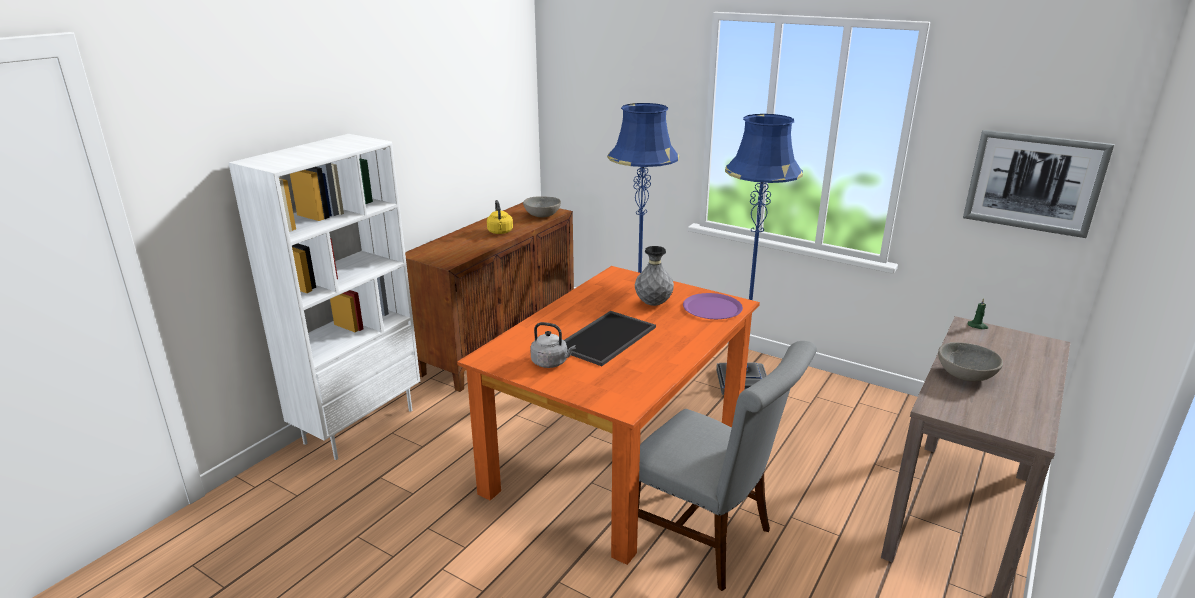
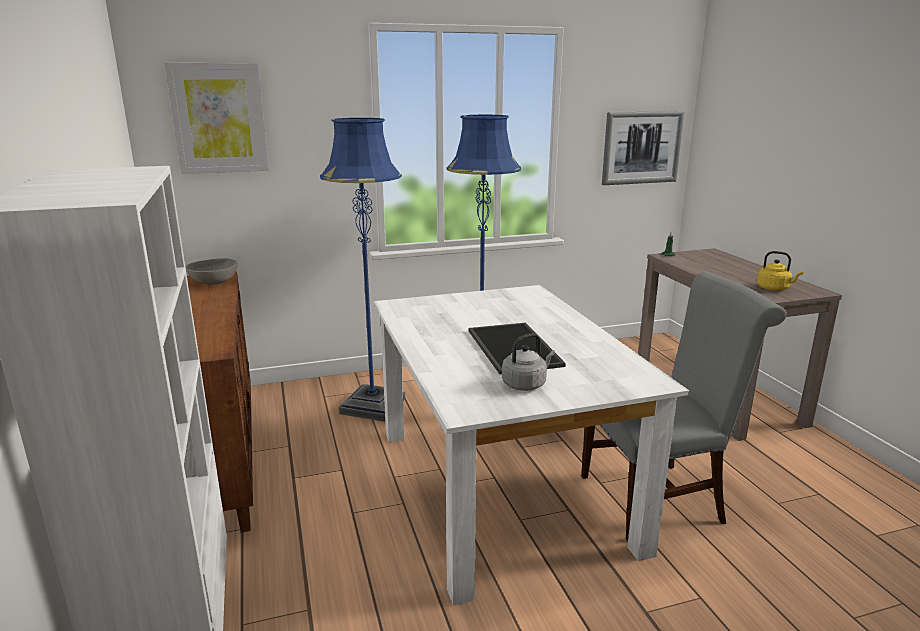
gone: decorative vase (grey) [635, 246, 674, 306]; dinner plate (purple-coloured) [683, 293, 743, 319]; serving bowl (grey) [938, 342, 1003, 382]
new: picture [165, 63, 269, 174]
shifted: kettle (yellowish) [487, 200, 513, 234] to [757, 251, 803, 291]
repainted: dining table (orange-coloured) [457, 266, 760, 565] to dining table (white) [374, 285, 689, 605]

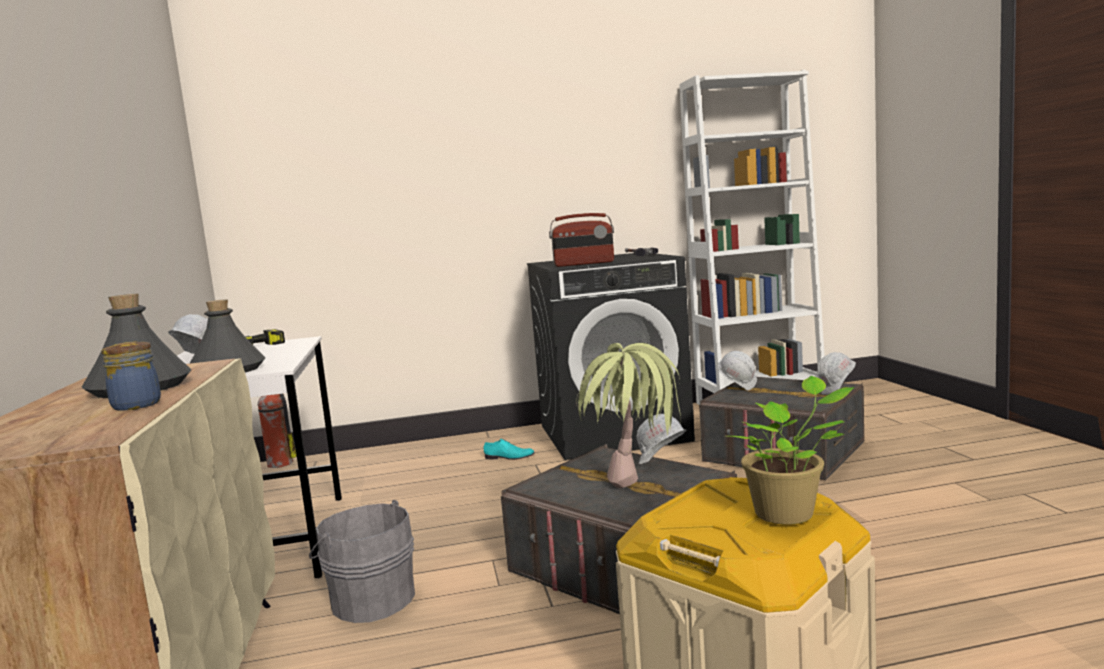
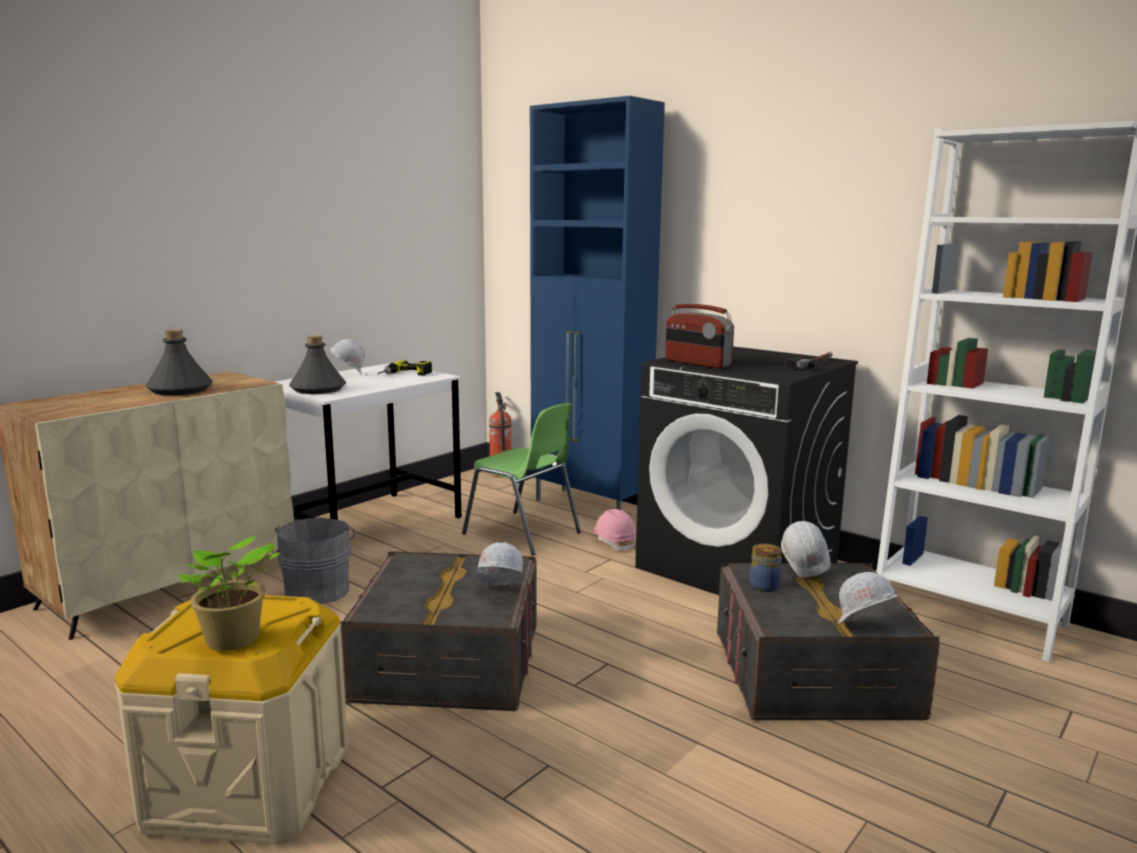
gone: potted plant [576, 343, 681, 488]
new: plain chair (green-coloured) [462, 403, 581, 555]; cabinet (blue) [530, 96, 665, 510]
shifted: preserve jar [102, 342, 161, 411] to [749, 543, 782, 592]
swapped: low shoe (turquoise) [484, 439, 535, 460] to safety helmet (pink) [591, 509, 636, 552]

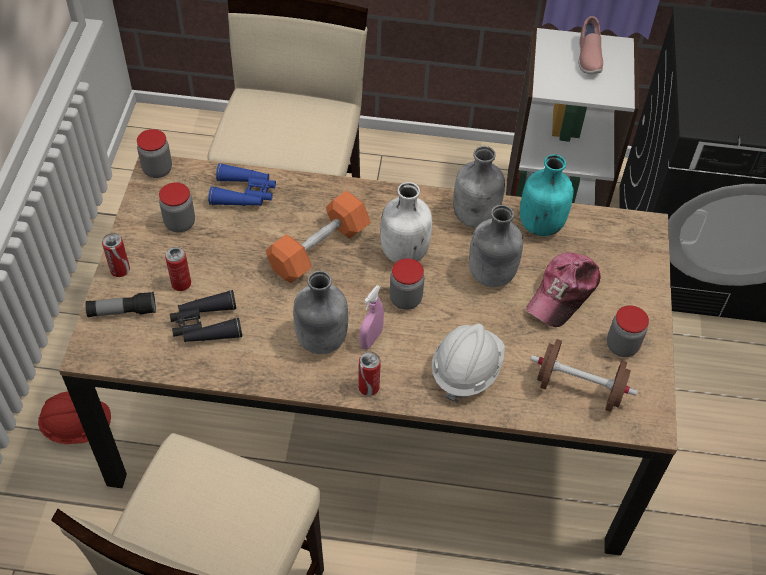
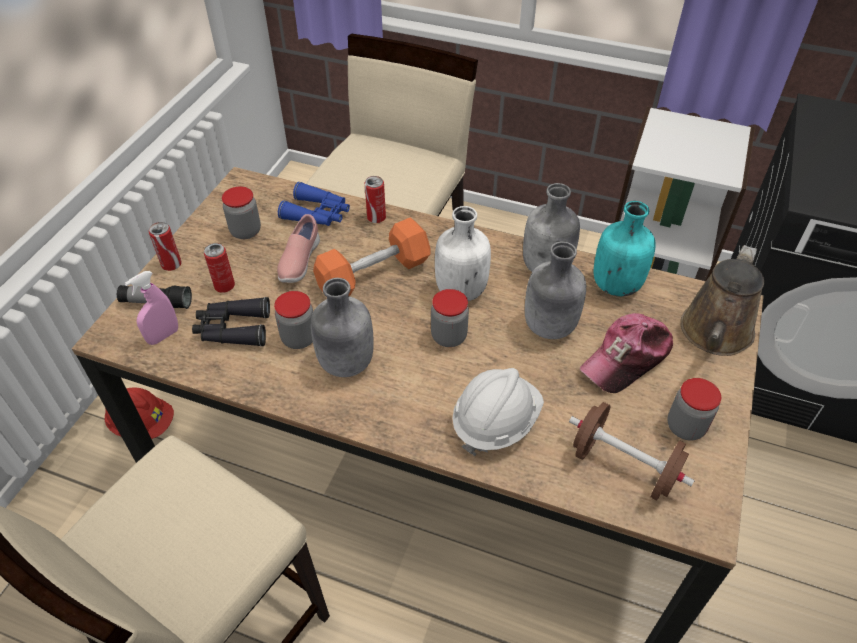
new: watering can (brown-coloured) [680, 245, 764, 356]
shifted: preserve jar [137, 129, 172, 178] to [274, 291, 313, 349]; sealed can [358, 351, 381, 396] to [365, 176, 386, 223]; sprayer (pink) [359, 285, 384, 350] to [125, 271, 178, 345]; low shoe (pink) [578, 16, 603, 74] to [277, 214, 320, 283]

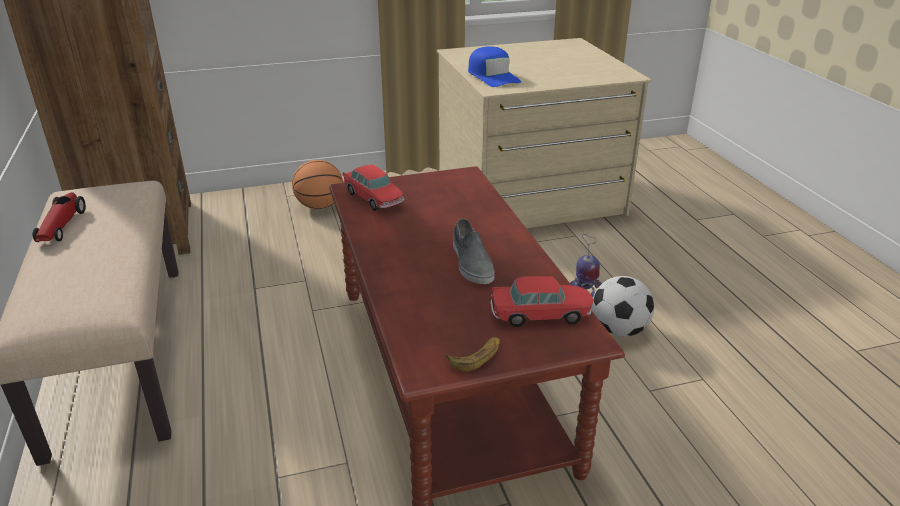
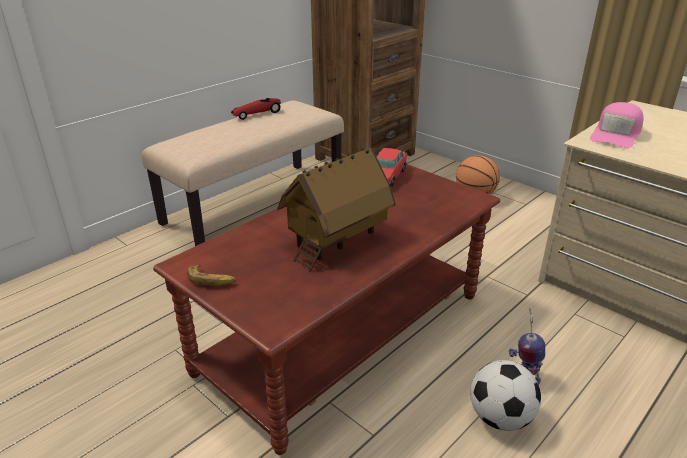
gone: miniature car [491, 276, 593, 327]
swapped: low shoe (grey) [453, 219, 494, 284] to toy house [278, 147, 396, 272]
repainted: cap (blue) [468, 46, 521, 87] to cap (pink) [590, 102, 644, 148]

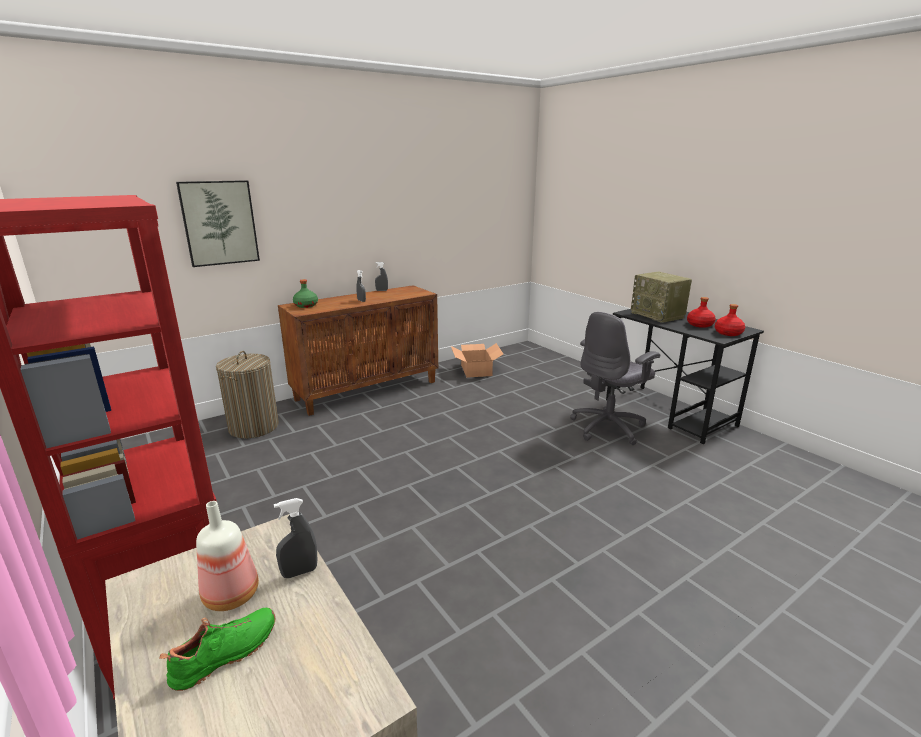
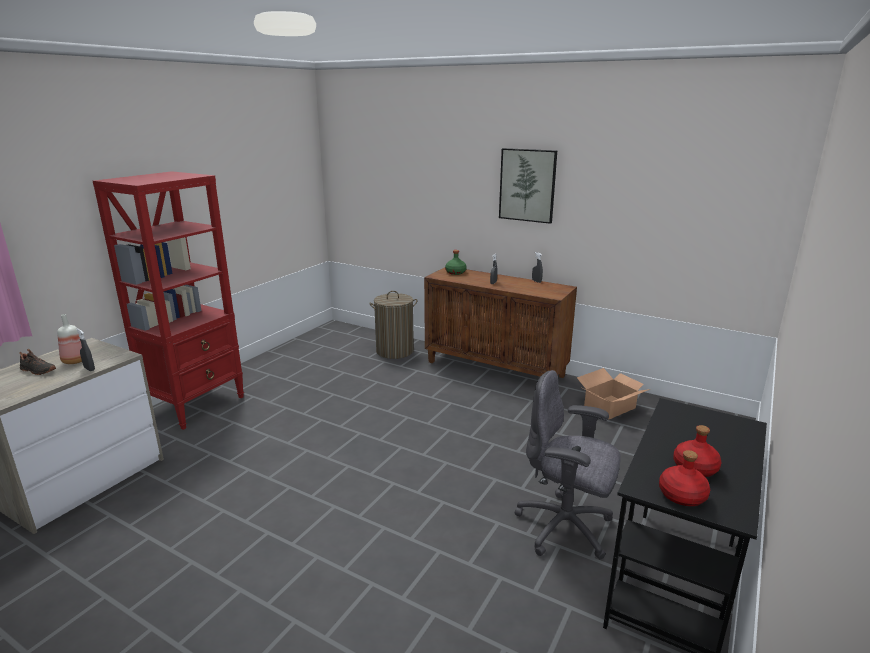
gone: radio set [631, 272, 692, 323]
shifted: picture [176, 180, 260, 267] to [499, 148, 557, 224]
repainted: low shoe (green-coloured) [159, 608, 275, 691] to low shoe (black-coloured) [20, 349, 56, 375]

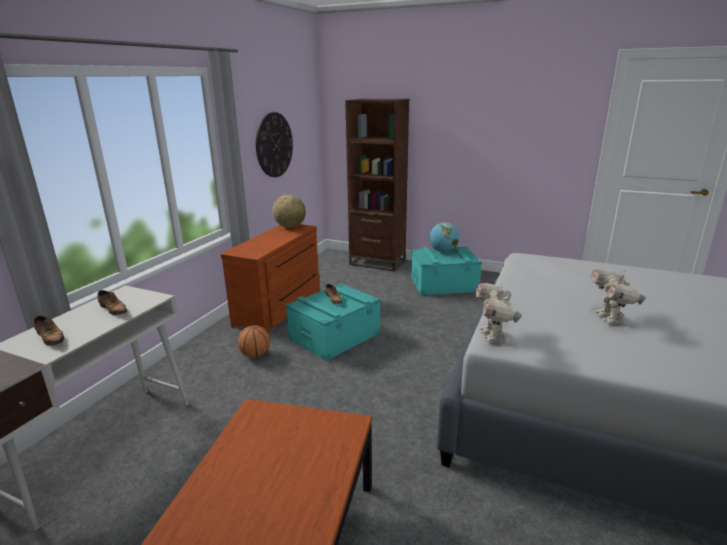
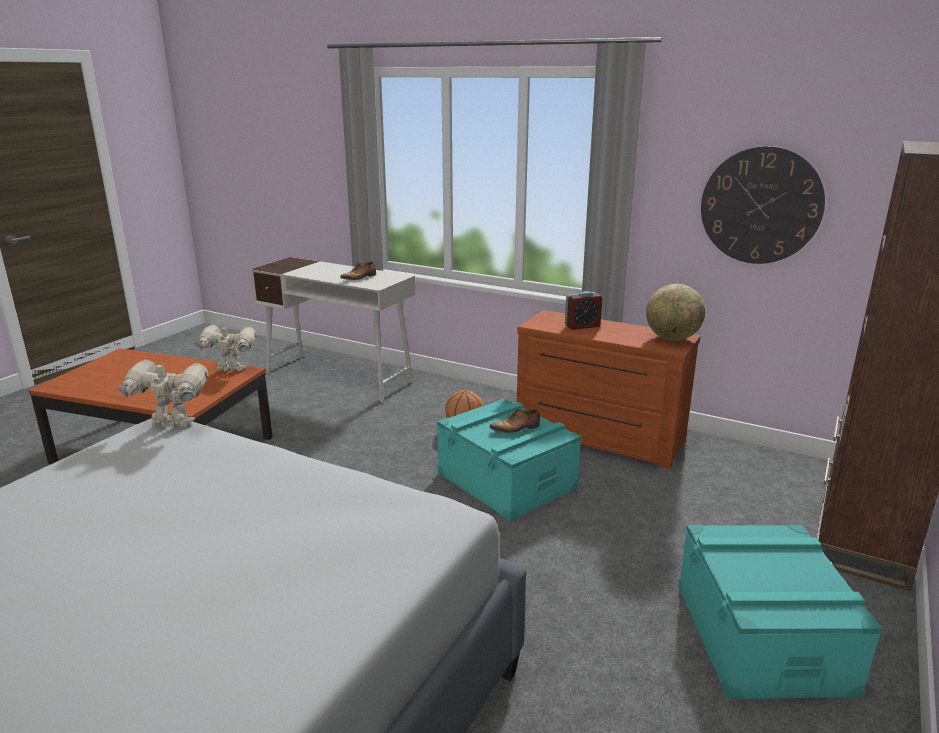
gone: low shoe [33, 316, 64, 345]; world globe [429, 222, 459, 253]
new: table clock [565, 291, 602, 330]
shifted: robot figure [591, 268, 646, 324] to [195, 323, 256, 372]

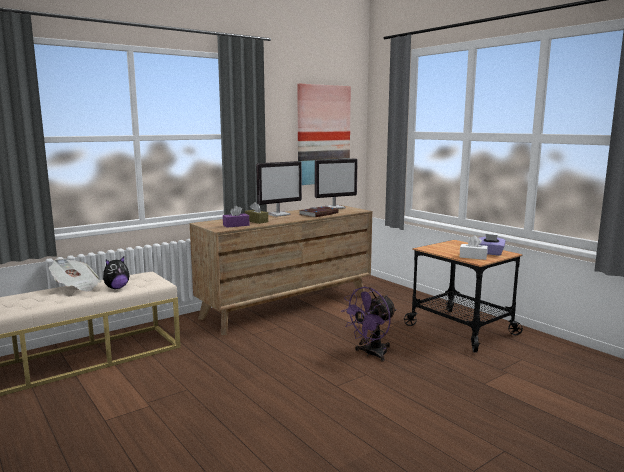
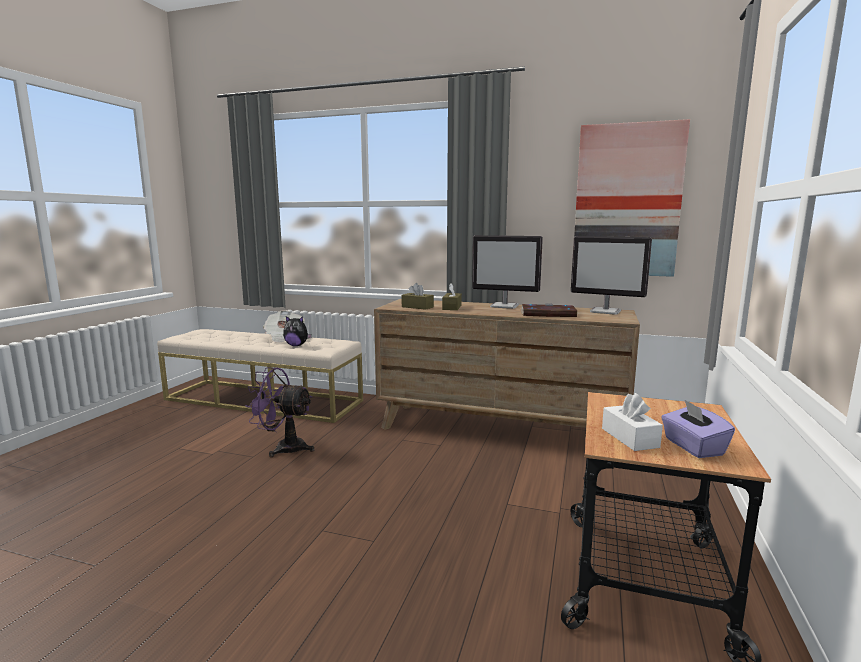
shifted: fan (purple-coloured) [341, 287, 397, 362] to [245, 367, 314, 457]
repainted: tissue holder (purple-coloured) [223, 206, 249, 228] to tissue holder (brown-coloured) [402, 283, 434, 310]

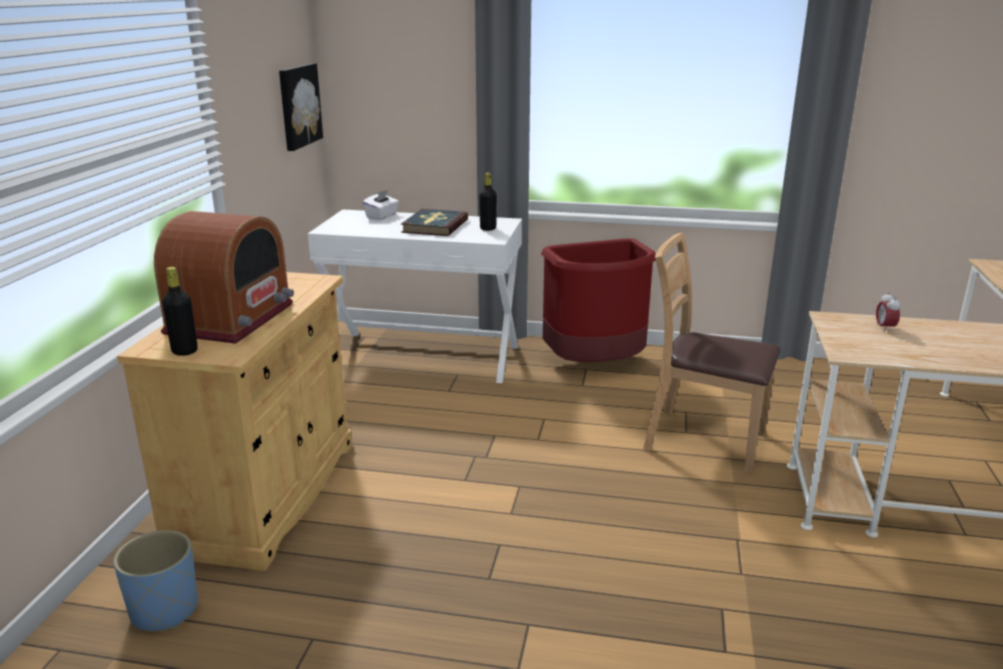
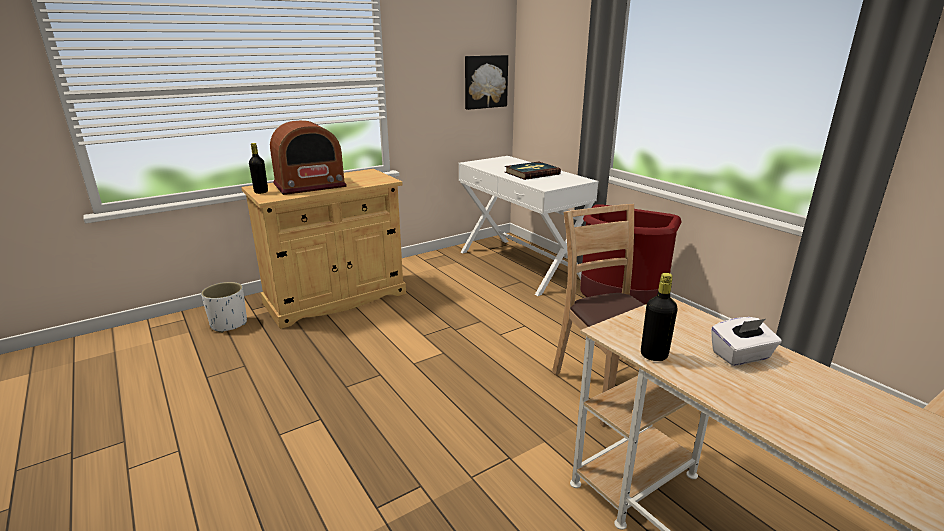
gone: table clock [876, 292, 900, 332]
shifted: tissue holder (white) [363, 190, 399, 220] to [711, 317, 781, 366]; drink bottle (black-coloured) [479, 173, 497, 231] to [641, 273, 678, 361]
repainted: planter (blue) [113, 530, 198, 631] to planter (white) [201, 282, 247, 333]

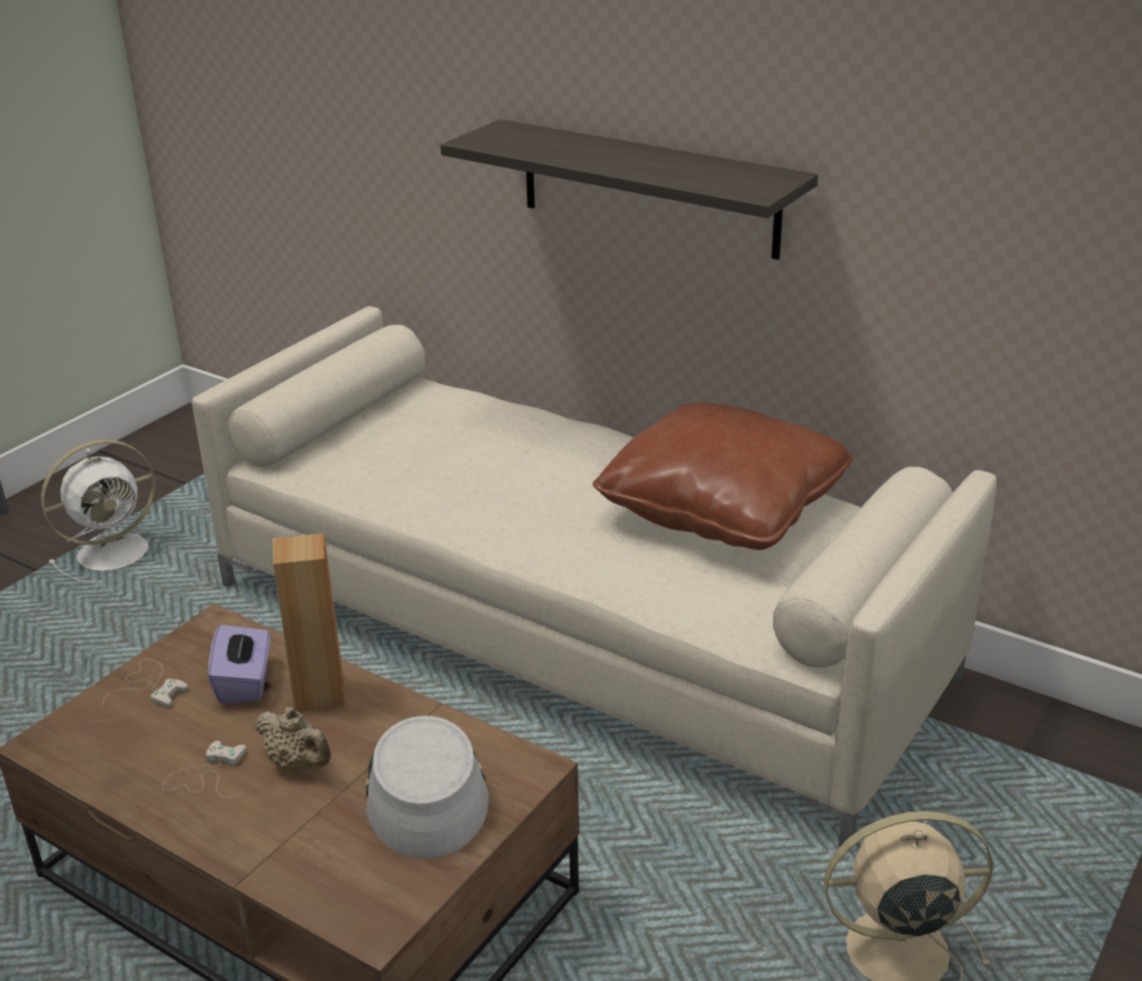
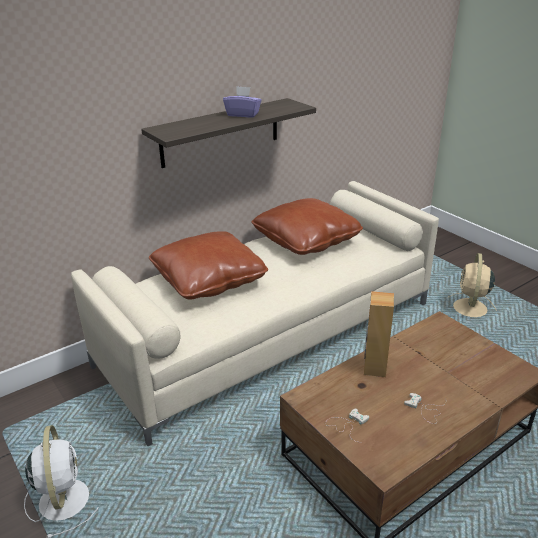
gone: pot for tea (beige-coloured) [255, 707, 331, 771]; wearable hat (grey) [366, 716, 489, 859]
new: pillow (brown-coloured) [149, 231, 268, 300]
shifted: tissue holder (purple-coloured) [208, 621, 270, 704] to [223, 86, 262, 118]

